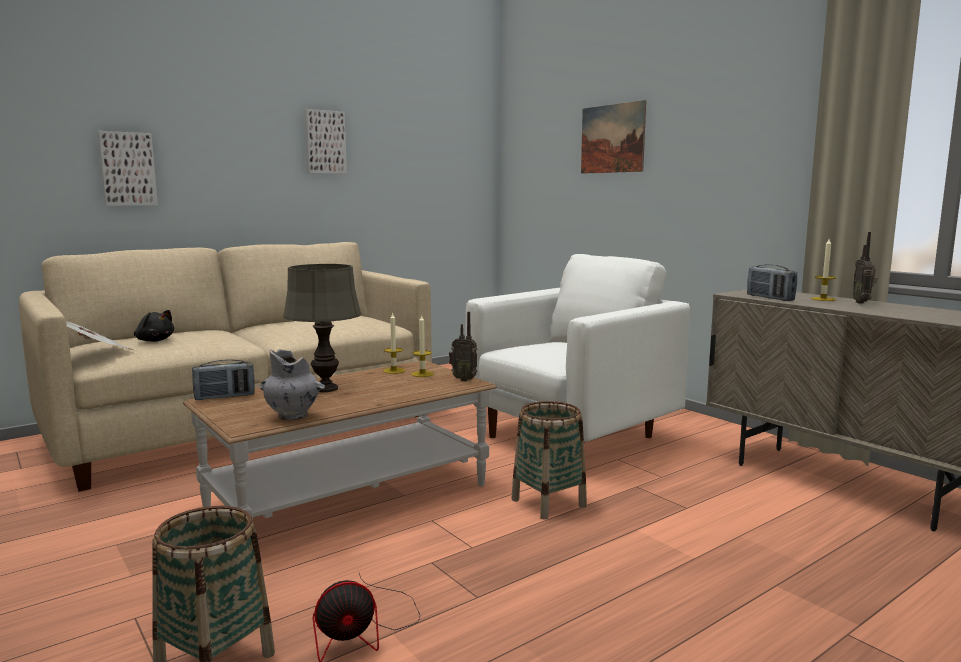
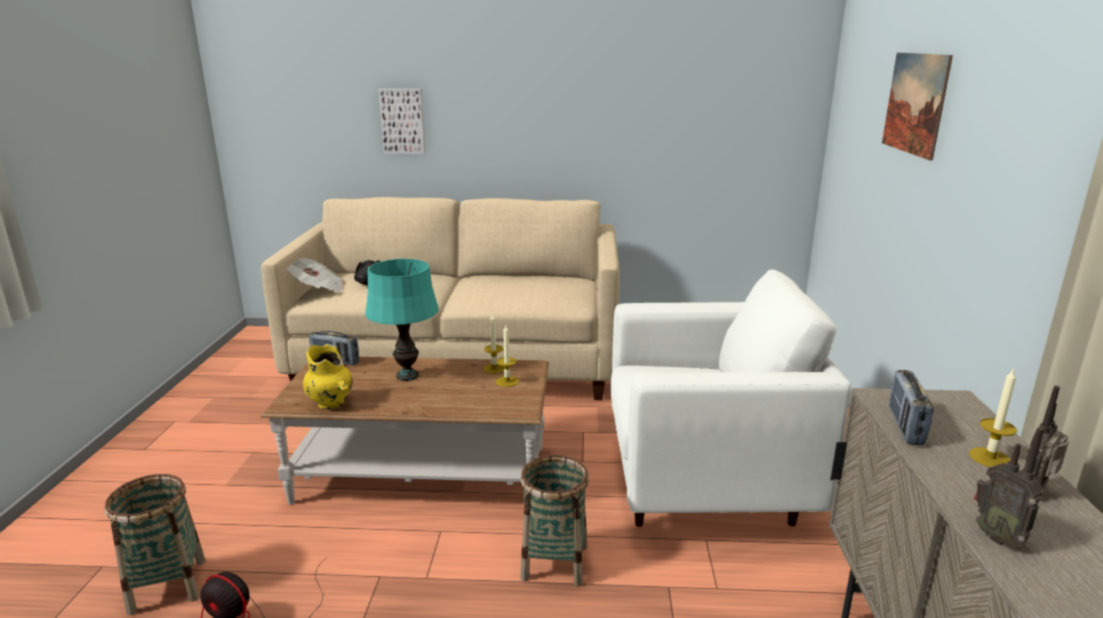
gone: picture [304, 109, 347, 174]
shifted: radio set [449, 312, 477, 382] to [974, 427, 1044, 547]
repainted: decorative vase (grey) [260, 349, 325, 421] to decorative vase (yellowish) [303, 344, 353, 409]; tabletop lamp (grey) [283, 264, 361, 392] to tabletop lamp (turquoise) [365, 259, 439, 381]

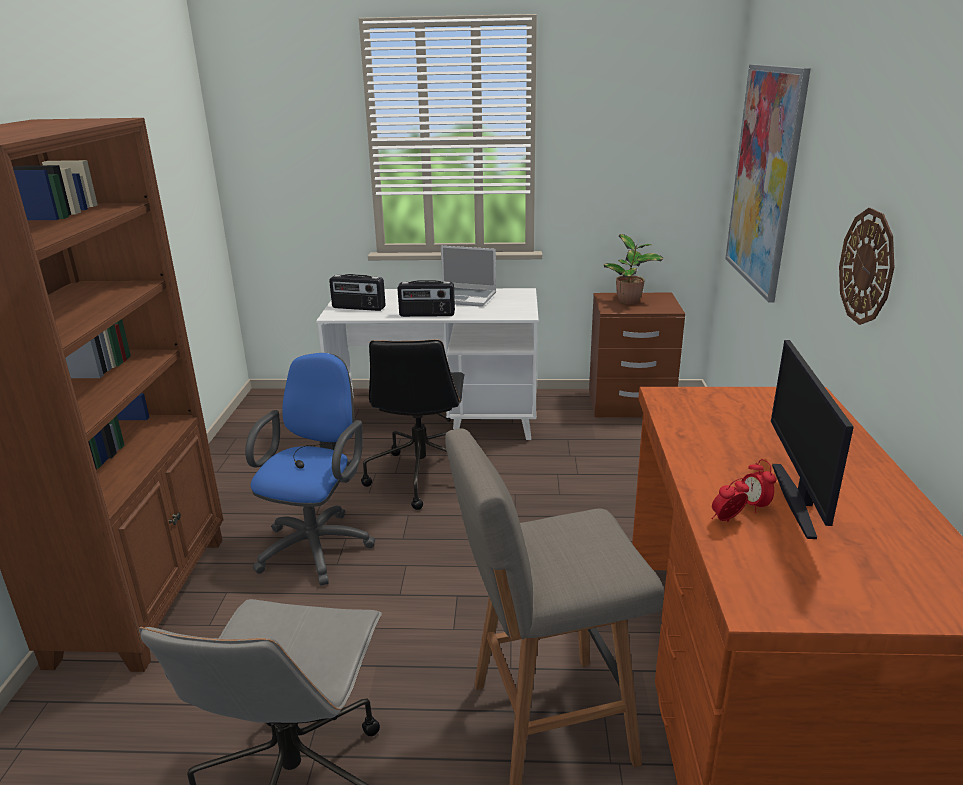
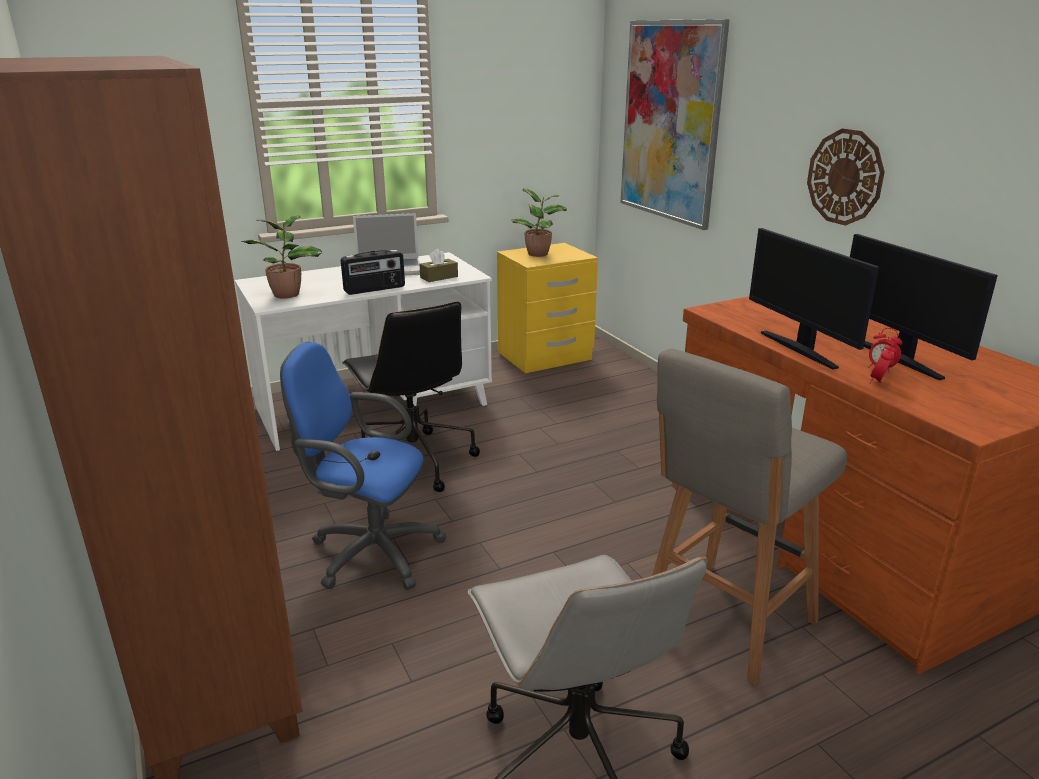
new: tissue holder (brown-coloured) [419, 249, 458, 282]; computer display [749, 228, 879, 369]
swapped: radio set [329, 274, 386, 311] to potted plant [242, 215, 323, 299]
repainted: night table (brown-coloured) [589, 293, 685, 417] to night table (yellowish) [497, 243, 598, 373]
rotated: office chair (blue) [245, 353, 375, 586] = [280, 342, 447, 590] 60 degrees counterclockwise

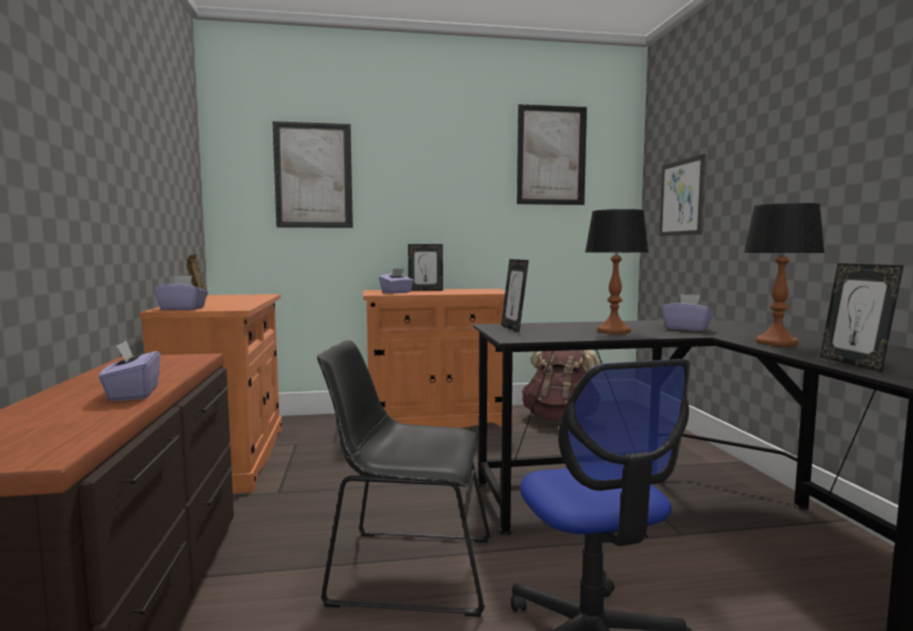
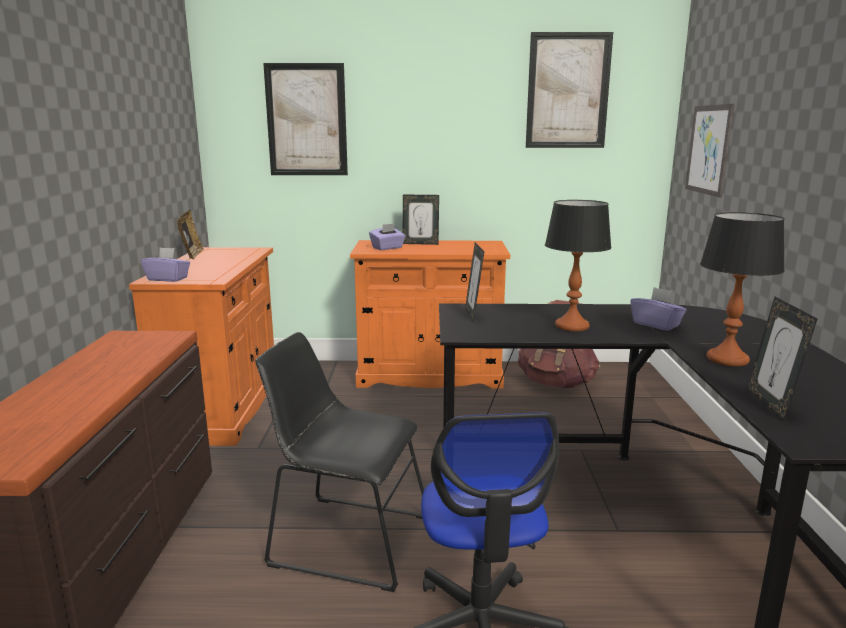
gone: tissue holder (purple-coloured) [98, 341, 160, 401]

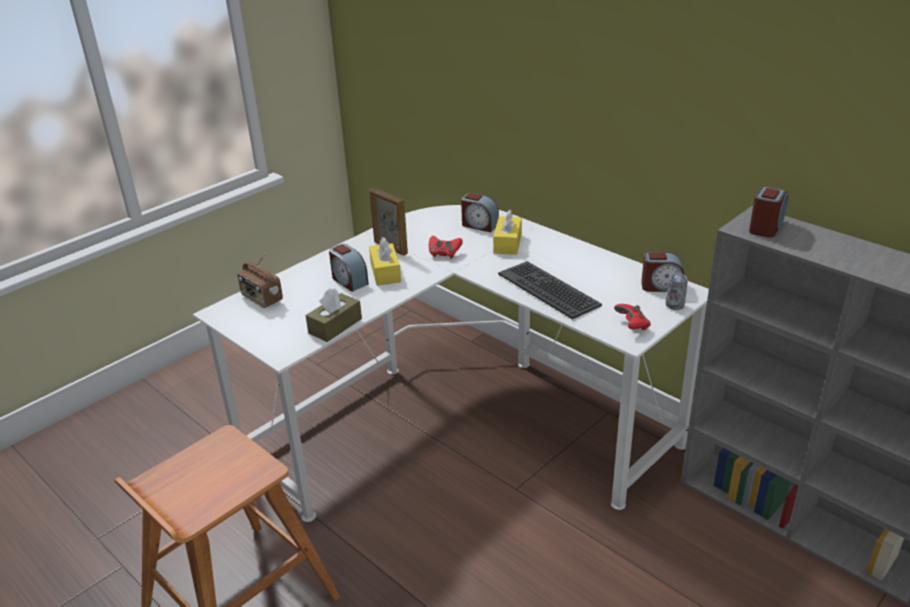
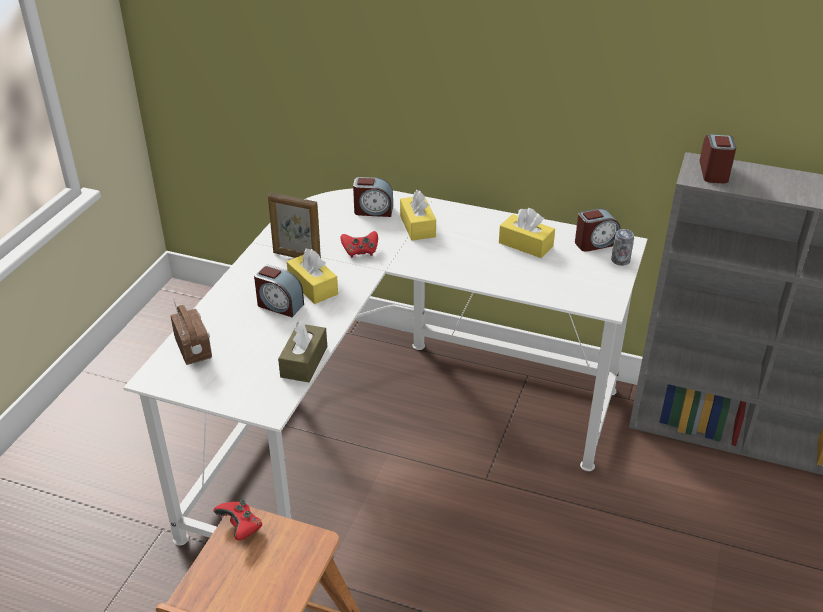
gone: PC keyboard [498, 261, 602, 319]
new: tissue holder (yellowish) [499, 208, 555, 258]
shifted: joypad (reddish) [614, 304, 651, 330] to [214, 500, 262, 540]
rotated: radio set [237, 253, 283, 308] = [171, 300, 212, 365] 135 degrees counterclockwise

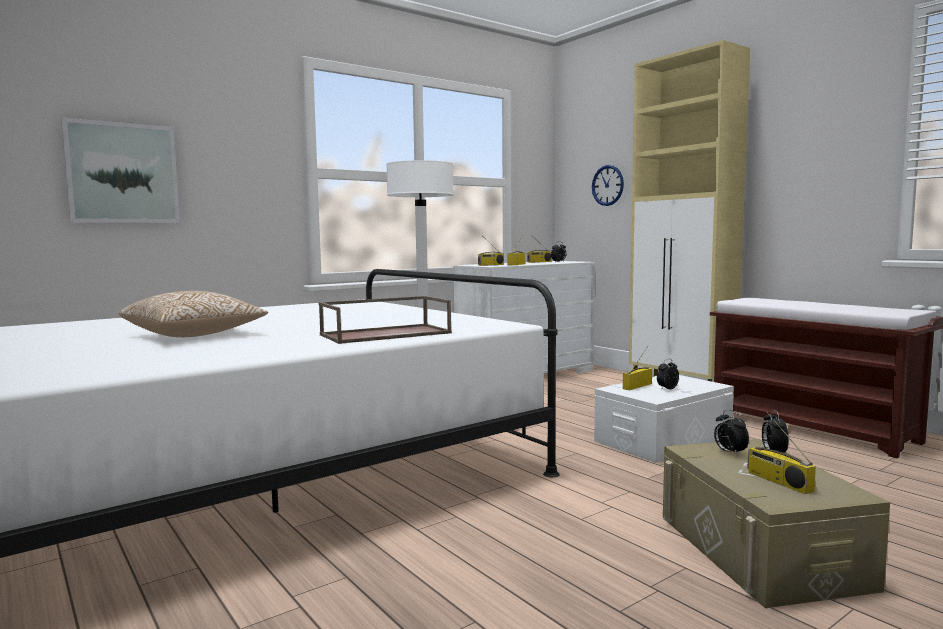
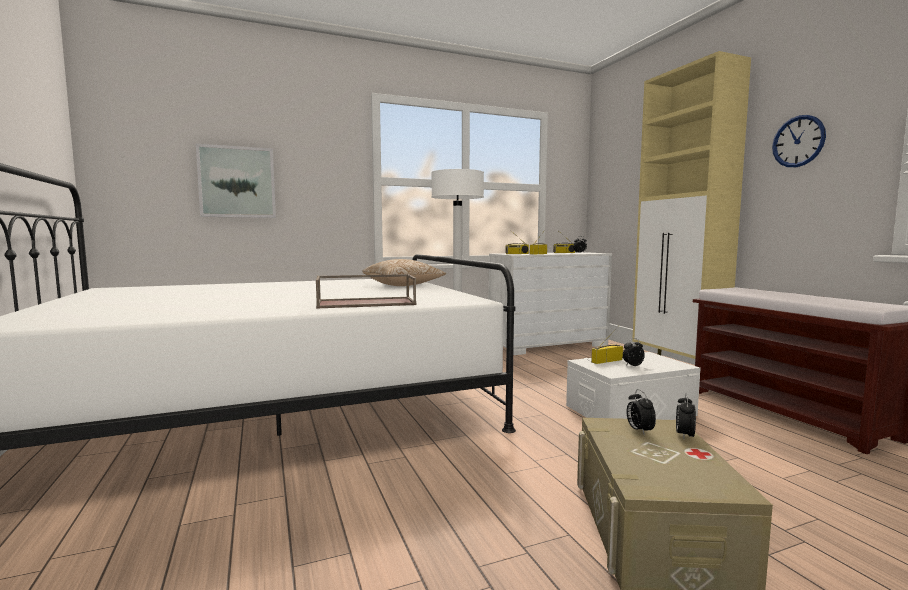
gone: radio set [747, 412, 816, 494]
shifted: pillow [119, 291, 268, 337] to [363, 259, 446, 286]; wall clock [592, 165, 624, 206] to [772, 115, 826, 167]

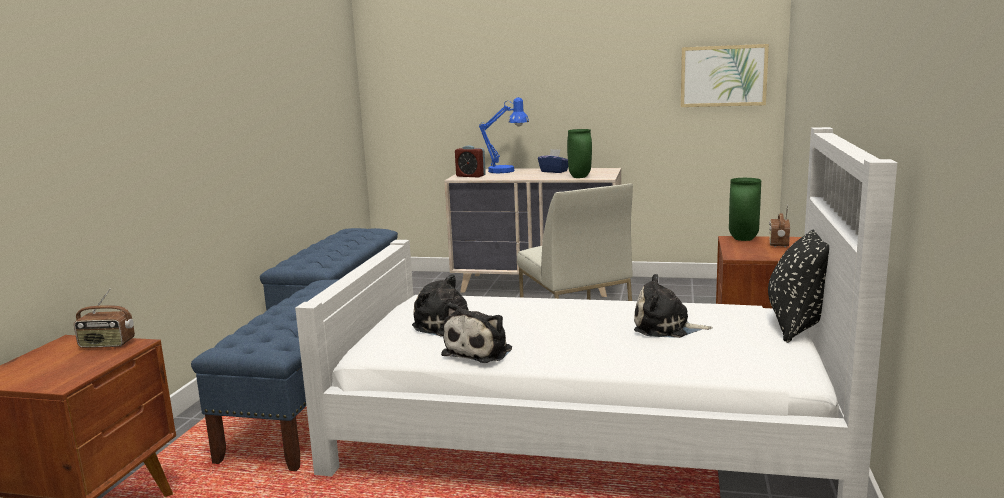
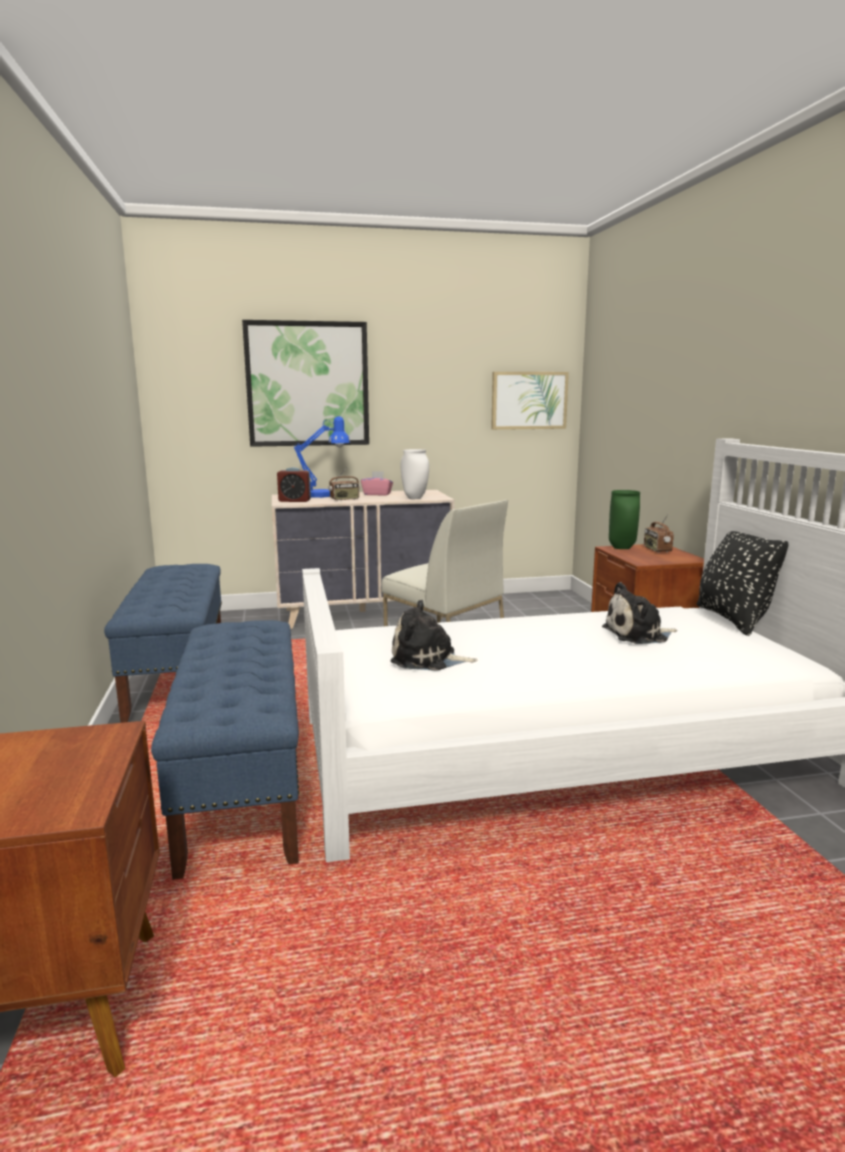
gone: plush toy [441, 303, 512, 363]
new: picture [242, 320, 369, 447]
shifted: radio set [74, 288, 135, 348] to [329, 467, 360, 501]
repainted: tissue holder (blue) [538, 149, 568, 173] to tissue holder (pink) [361, 471, 393, 496]; decorative vase (green-coloured) [567, 129, 592, 178] to decorative vase (white) [401, 449, 429, 499]

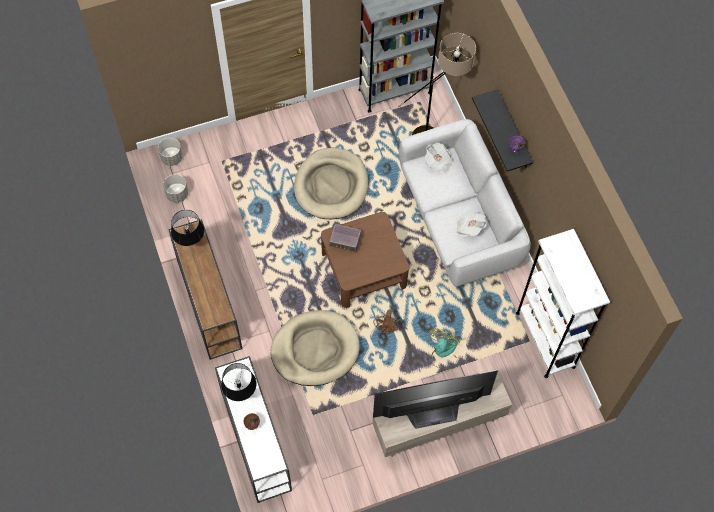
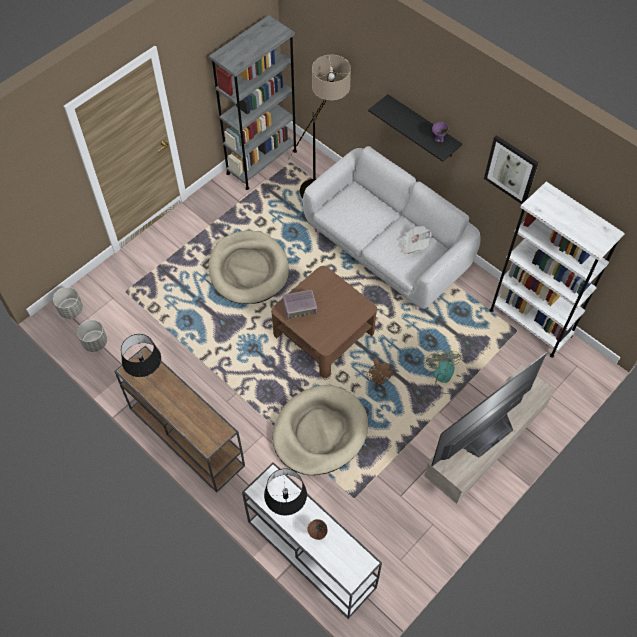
gone: daily paper [425, 143, 453, 174]
new: picture [484, 135, 539, 204]

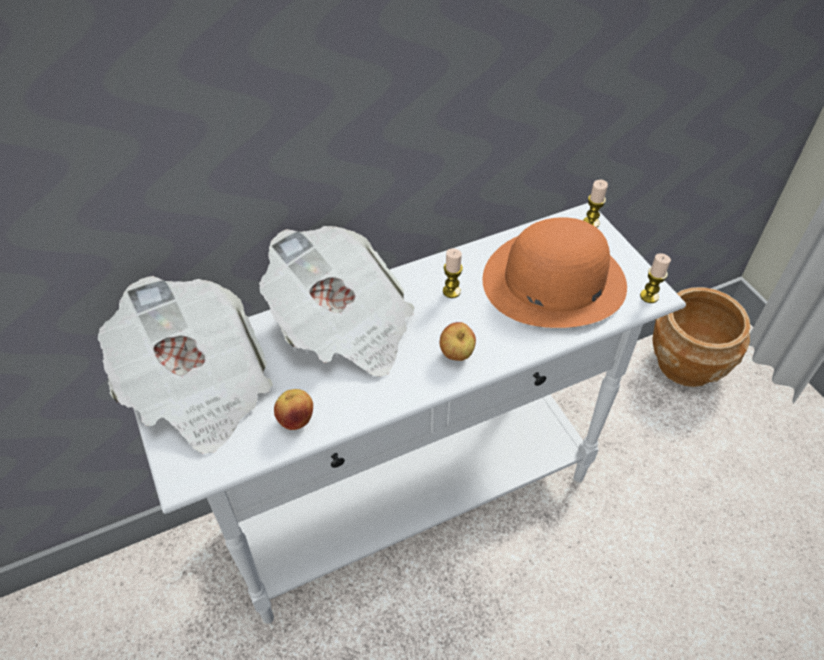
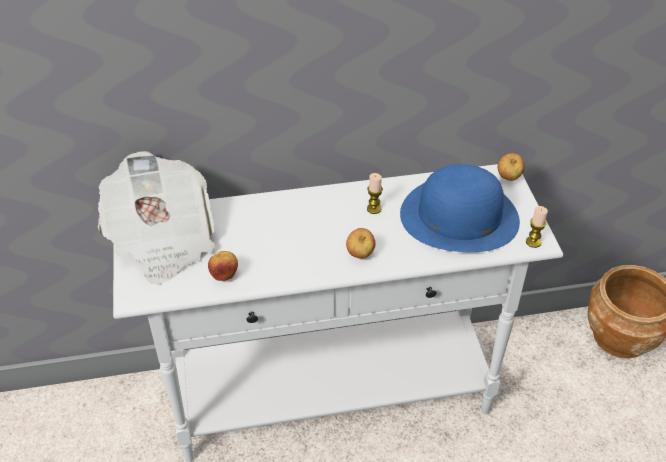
gone: daily paper [259, 226, 414, 377]
swapped: candle [583, 180, 608, 228] to apple fruit [498, 153, 525, 181]
repainted: wearable hat (orange-coloured) [483, 217, 627, 328] to wearable hat (blue) [400, 164, 520, 252]

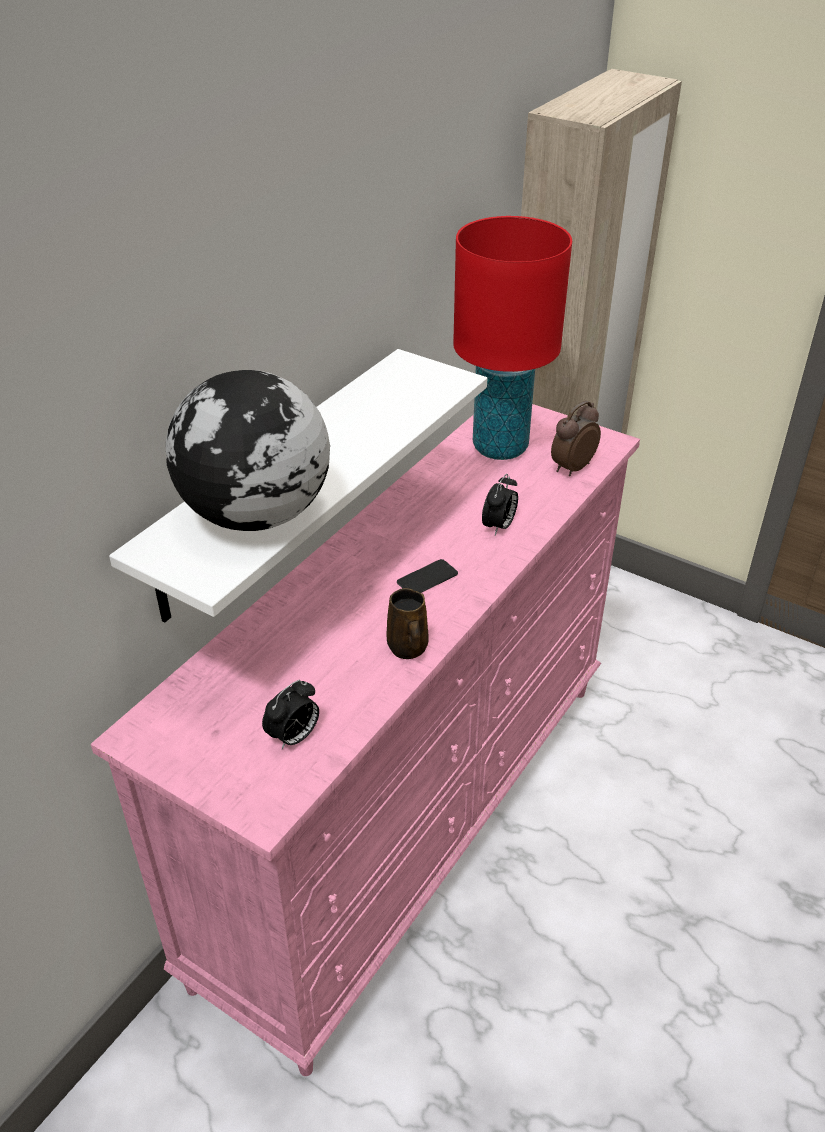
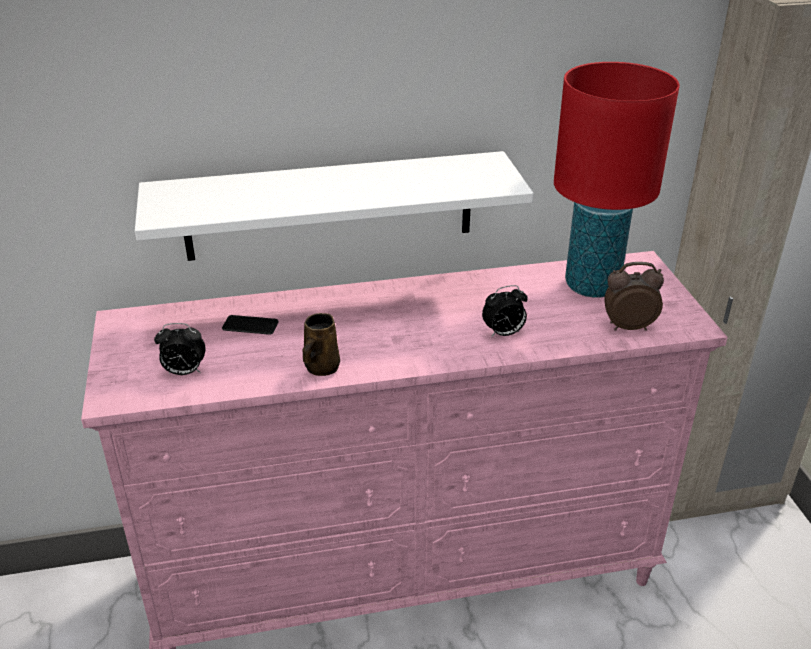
gone: world globe [165, 370, 330, 531]
shifted: phone [397, 559, 458, 593] to [222, 315, 279, 335]

